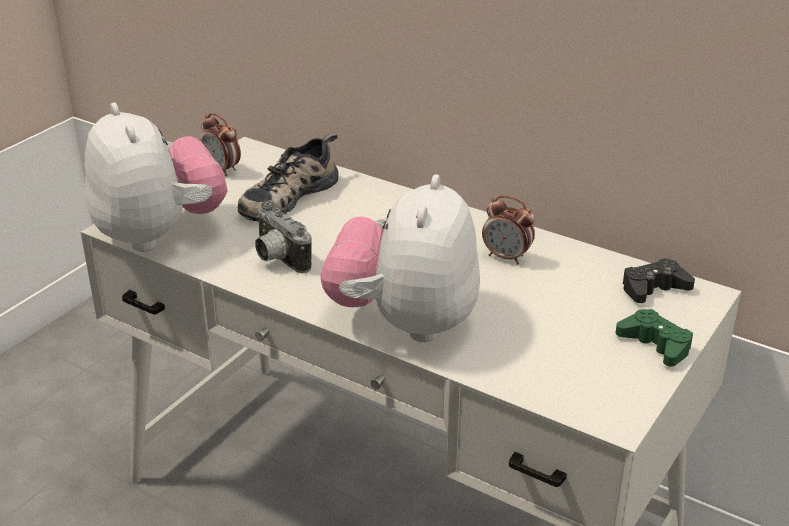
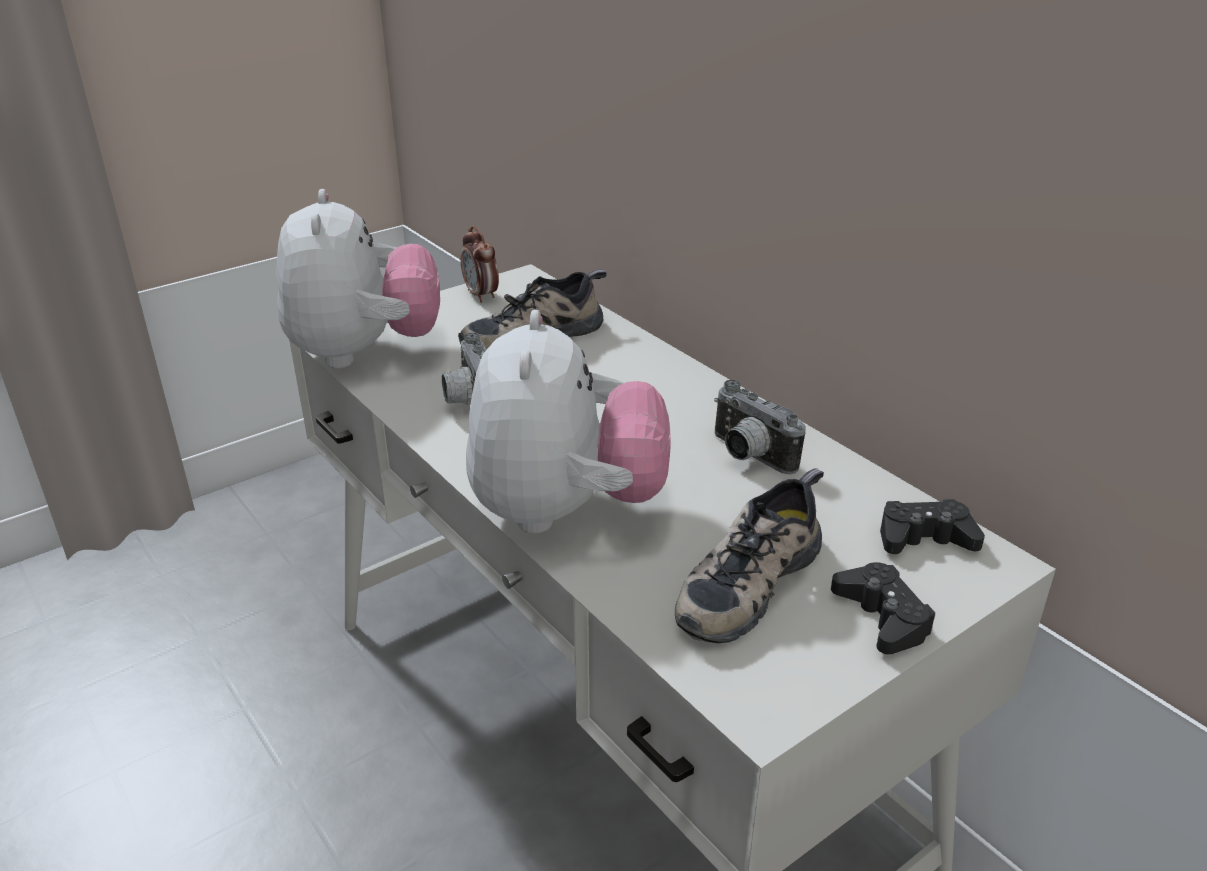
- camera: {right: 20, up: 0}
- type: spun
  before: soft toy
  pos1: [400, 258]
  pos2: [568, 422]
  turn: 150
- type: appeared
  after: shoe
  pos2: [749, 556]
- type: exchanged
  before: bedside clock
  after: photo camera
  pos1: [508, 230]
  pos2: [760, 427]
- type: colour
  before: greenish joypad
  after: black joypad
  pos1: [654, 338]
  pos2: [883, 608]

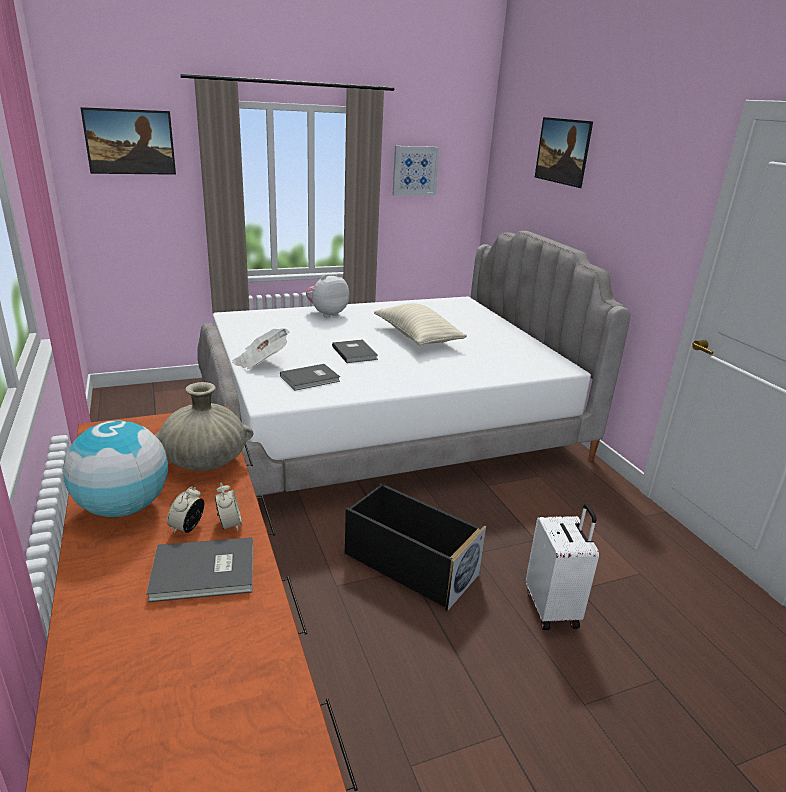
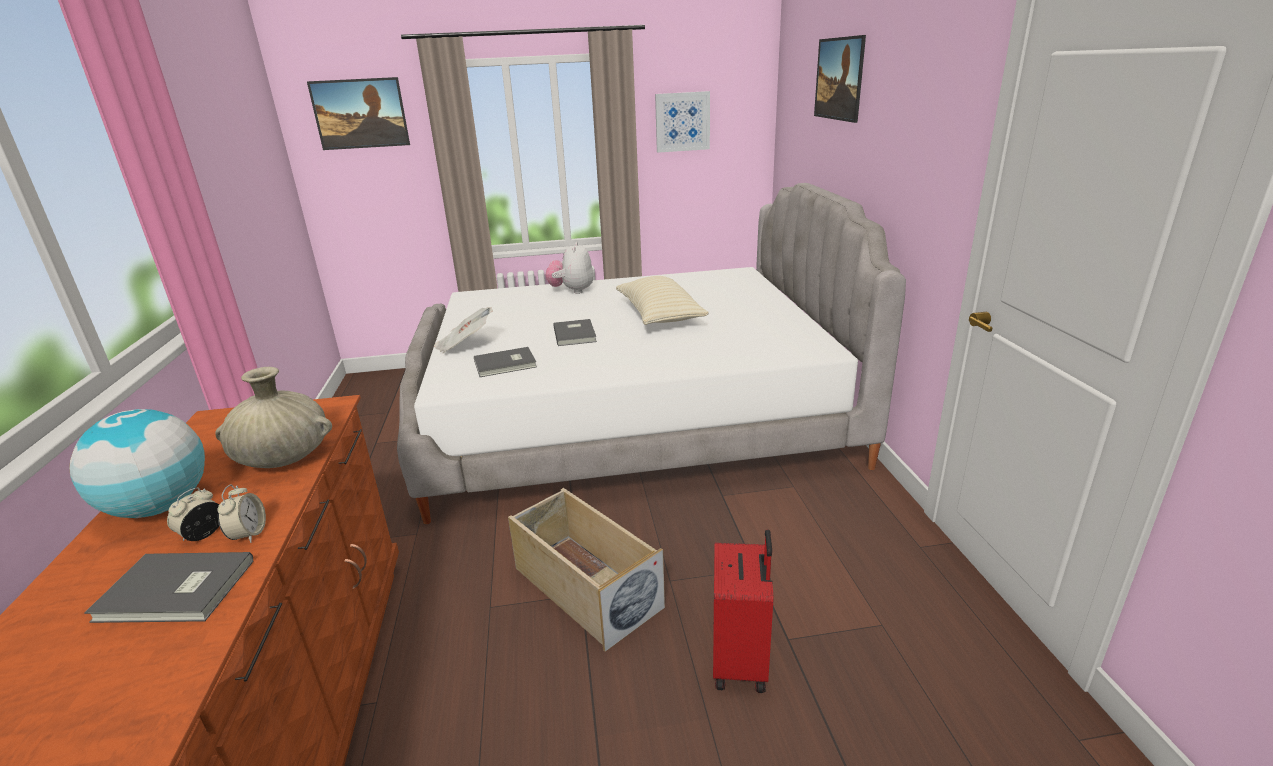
- camera: {right: 15, up: 0}
- type: colour
  before: black storage box
  after: beige-coloured storage box
  pos1: [415, 547]
  pos2: [586, 570]
- type: spun
  before: soft toy
  pos1: [327, 295]
  pos2: [570, 268]
  turn: -60
- type: colour
  before: white suitcase
  after: red-coloured suitcase
  pos1: [562, 567]
  pos2: [743, 611]

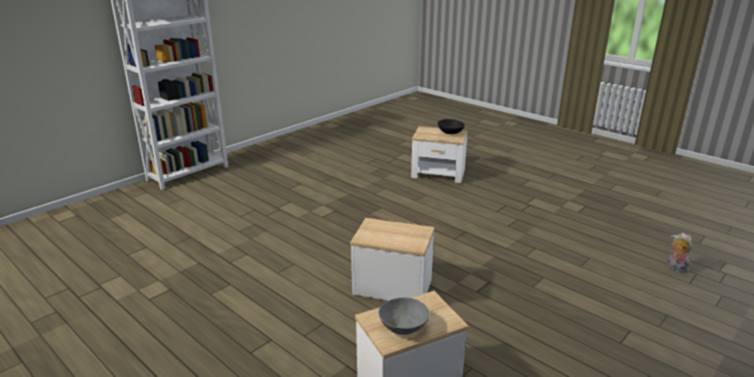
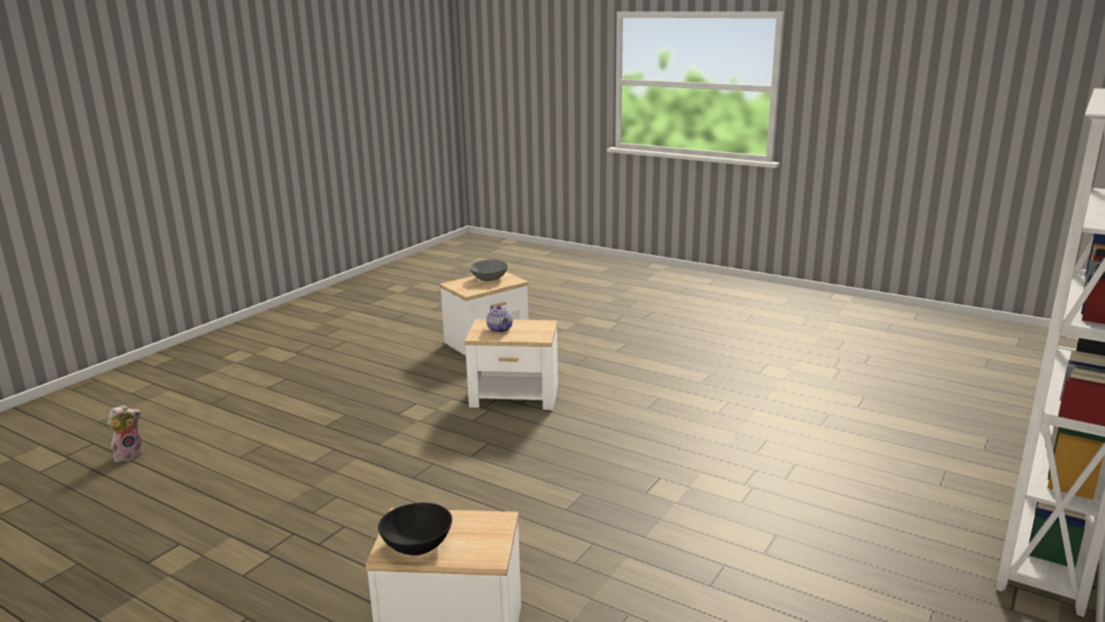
- camera: {right: 170, up: -5}
- type: spun
  before: soft toy
  pos1: [680, 253]
  pos2: [125, 433]
  turn: -90
- type: appeared
  after: pot for tea
  pos2: [499, 319]

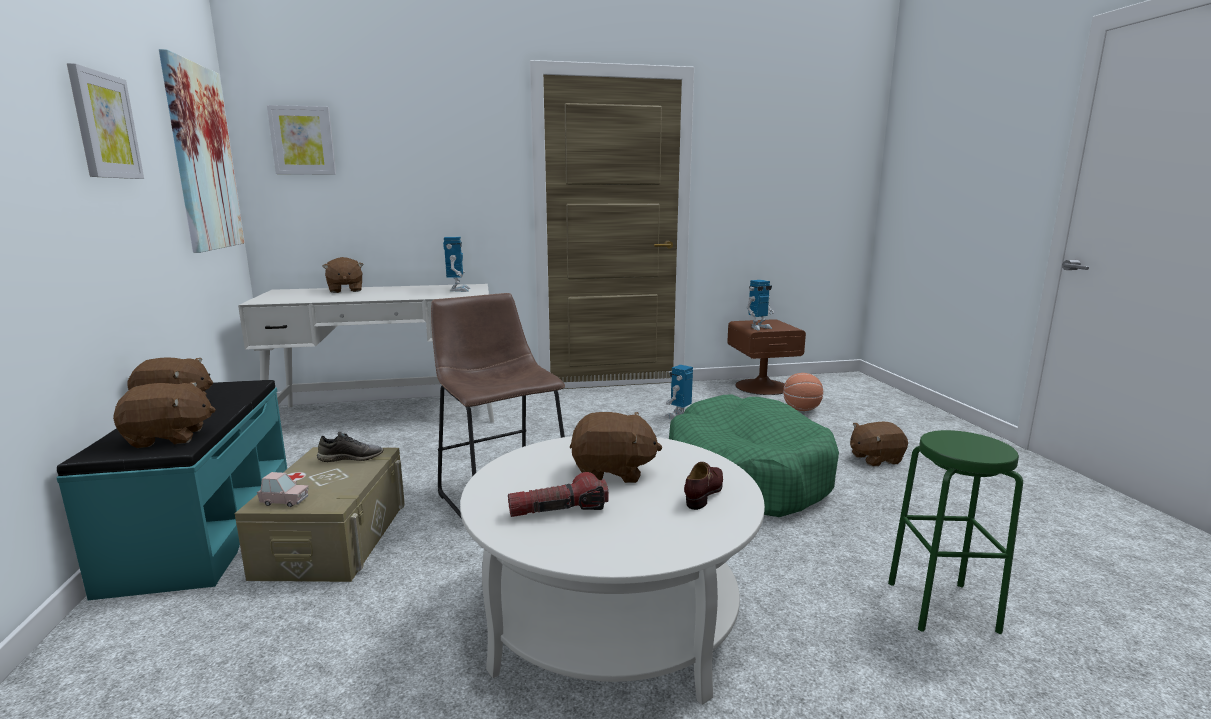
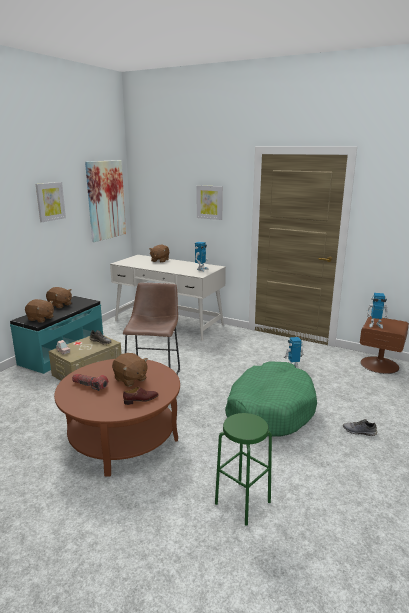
- camera: {right: 40, up: 5}
- type: colour
  before: white low table
  after: brownish low table
  pos1: [612, 570]
  pos2: [117, 418]
- type: relocated
  before: wall art
  pos1: [301, 140]
  pos2: [210, 202]
- type: exchanged
  before: brownish soft toy
  after: greyish shoe
  pos1: [879, 444]
  pos2: [360, 427]
- type: missing
  before: basketball
  pos1: [803, 392]

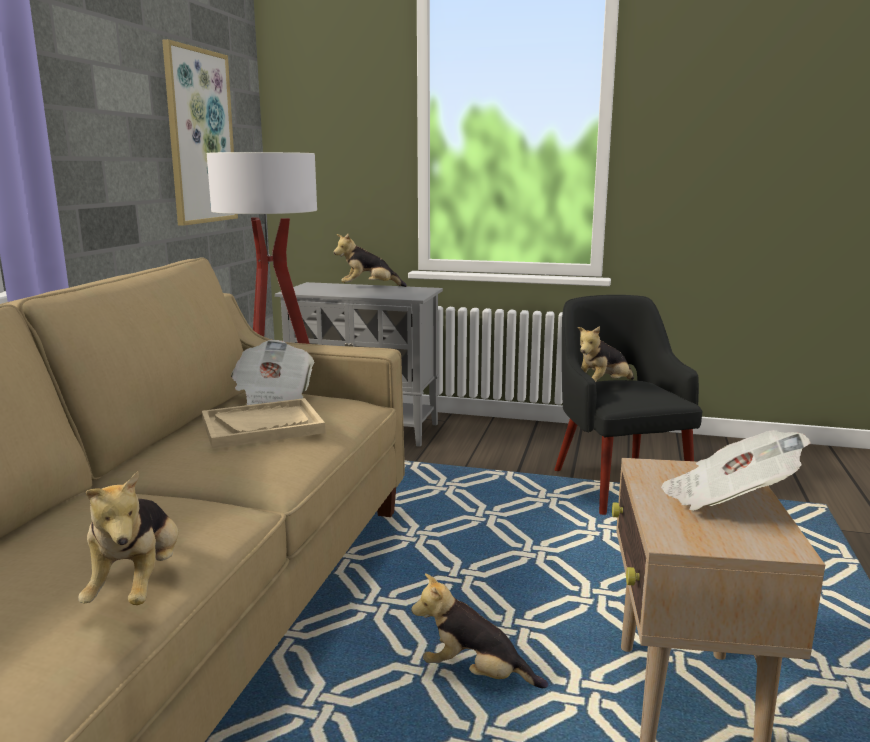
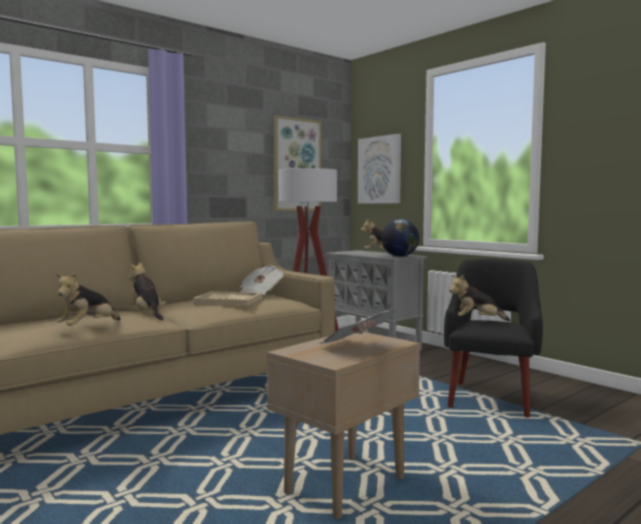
- camera: {right: 35, up: -10}
- type: relocated
  before: soft toy
  pos1: [479, 630]
  pos2: [147, 291]
- type: appeared
  after: wall art
  pos2: [379, 169]
- type: appeared
  after: desk globe
  pos2: [400, 238]

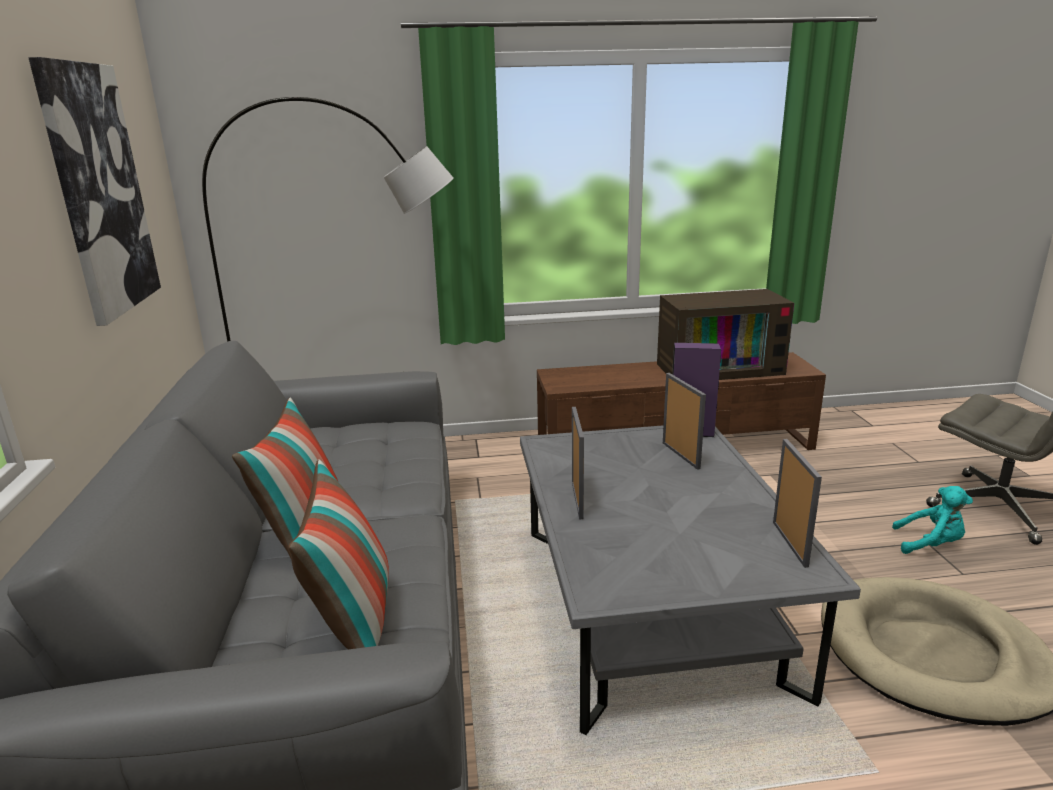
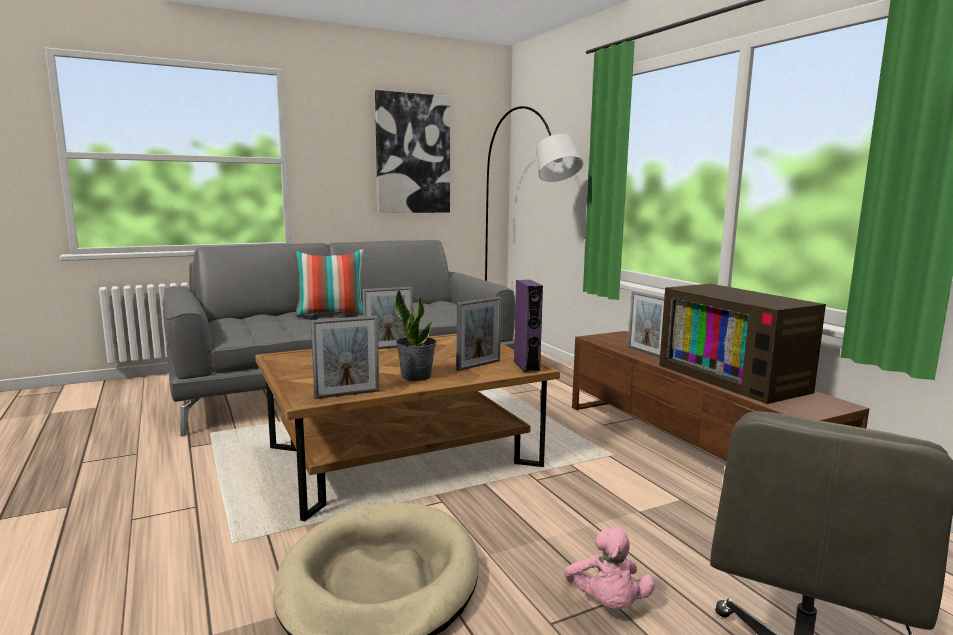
- camera: {right: 70, up: -10}
- type: colour
  before: greyish low table
  after: brownish low table
  pos1: [690, 580]
  pos2: [407, 428]
- type: appeared
  after: houseplant
  pos2: [415, 335]
- type: colour
  before: turquoise-coloured soft toy
  after: pink-coloured soft toy
  pos1: [932, 520]
  pos2: [609, 568]
- type: appeared
  after: photo frame
  pos2: [646, 324]
- type: missing
  before: throw pillow
  pos1: [338, 554]

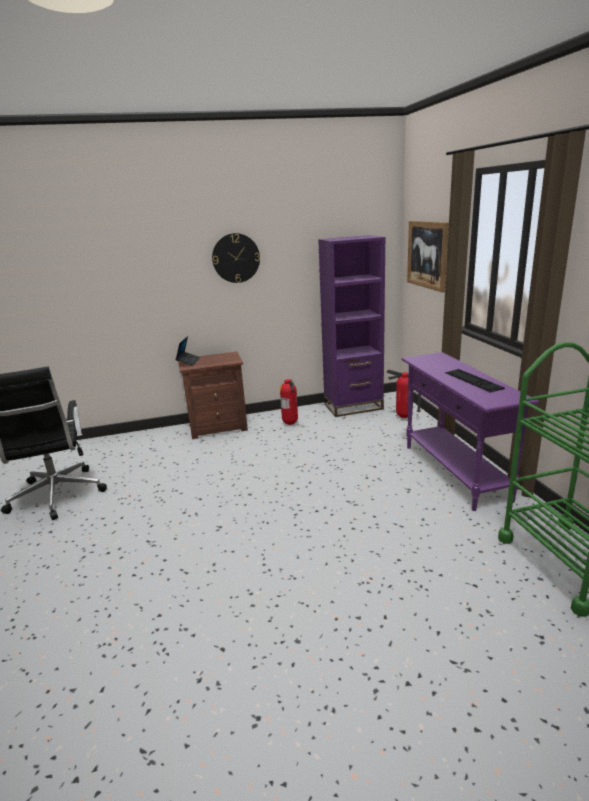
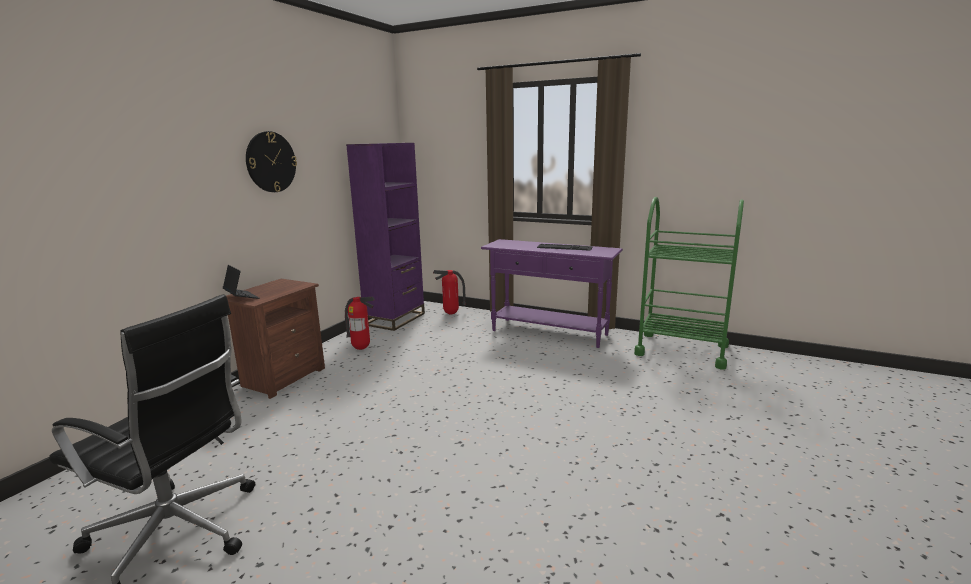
- camera: {right: -50, up: -5}
- type: missing
  before: wall art
  pos1: [428, 257]

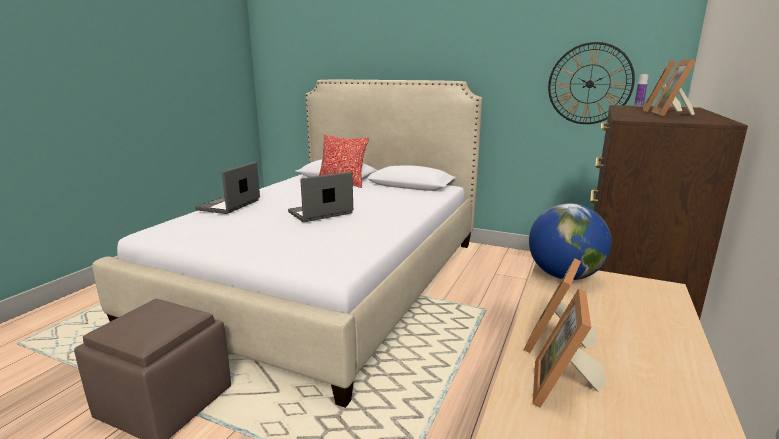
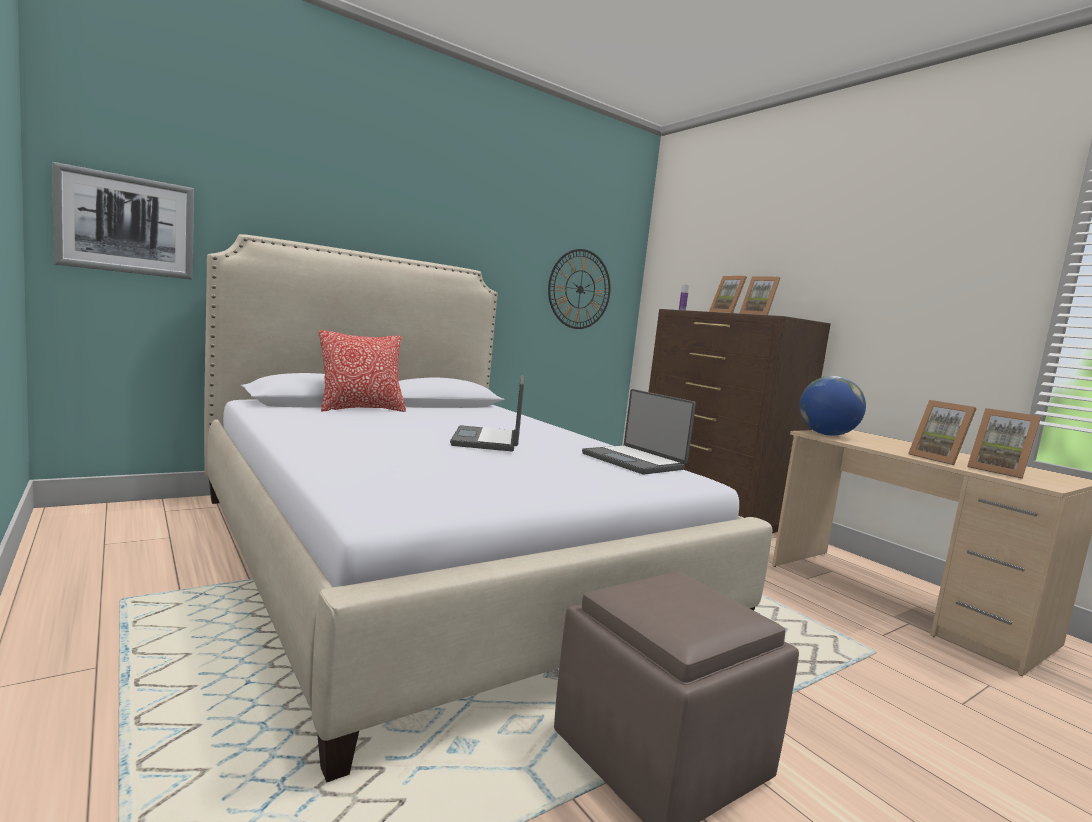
- camera: {right: -60, up: -10}
- type: appeared
  after: wall art
  pos2: [123, 221]
- type: relocated
  before: portable computer
  pos1: [227, 188]
  pos2: [639, 432]

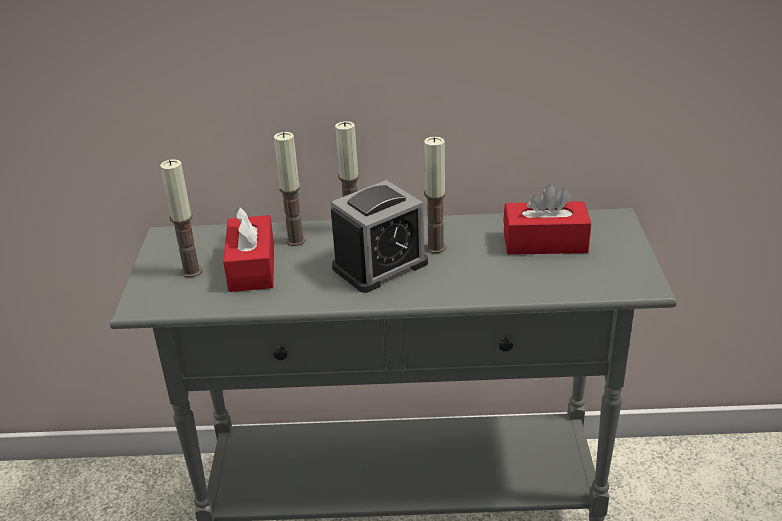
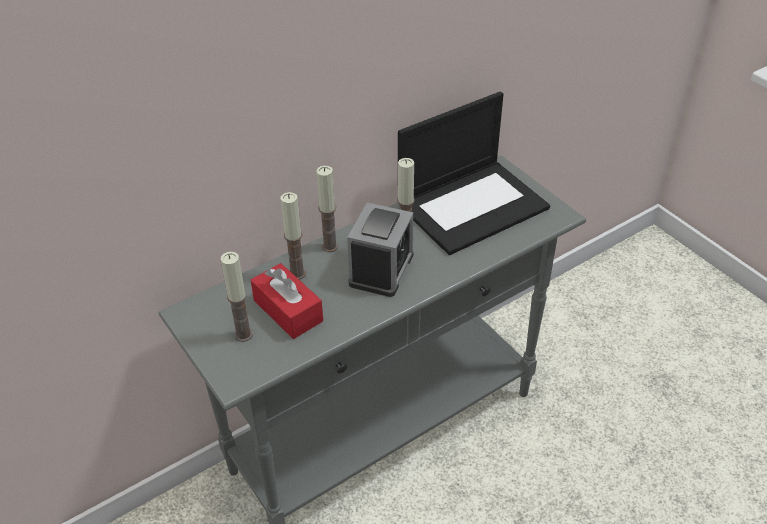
- camera: {right: -35, up: 10}
- type: exchanged
  before: red-coloured box of tissues
  after: portable computer
  pos1: [547, 219]
  pos2: [474, 173]

